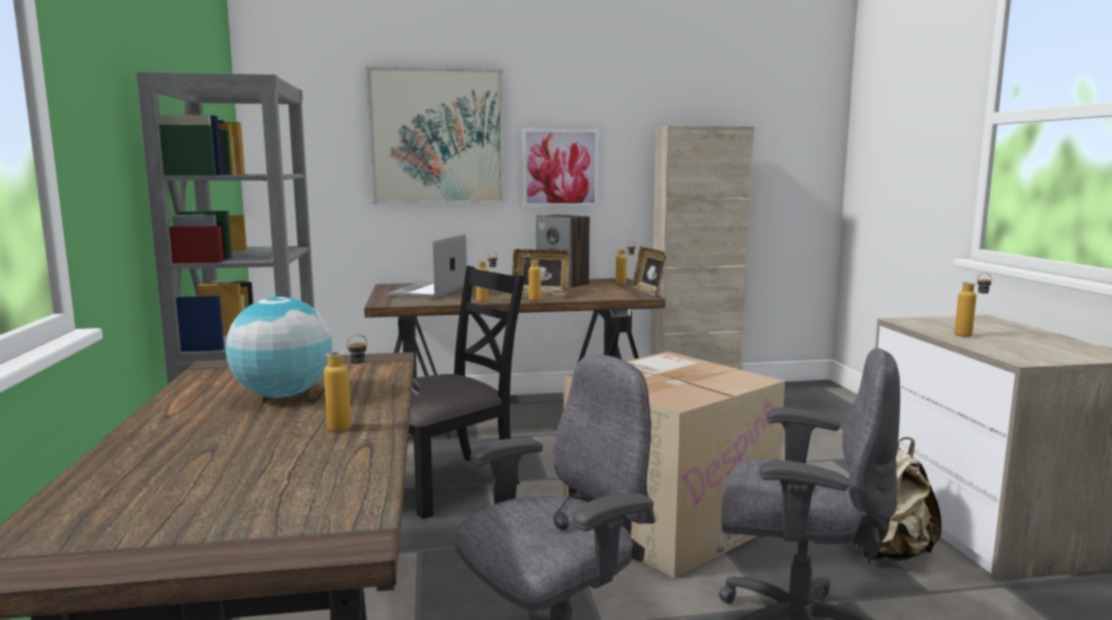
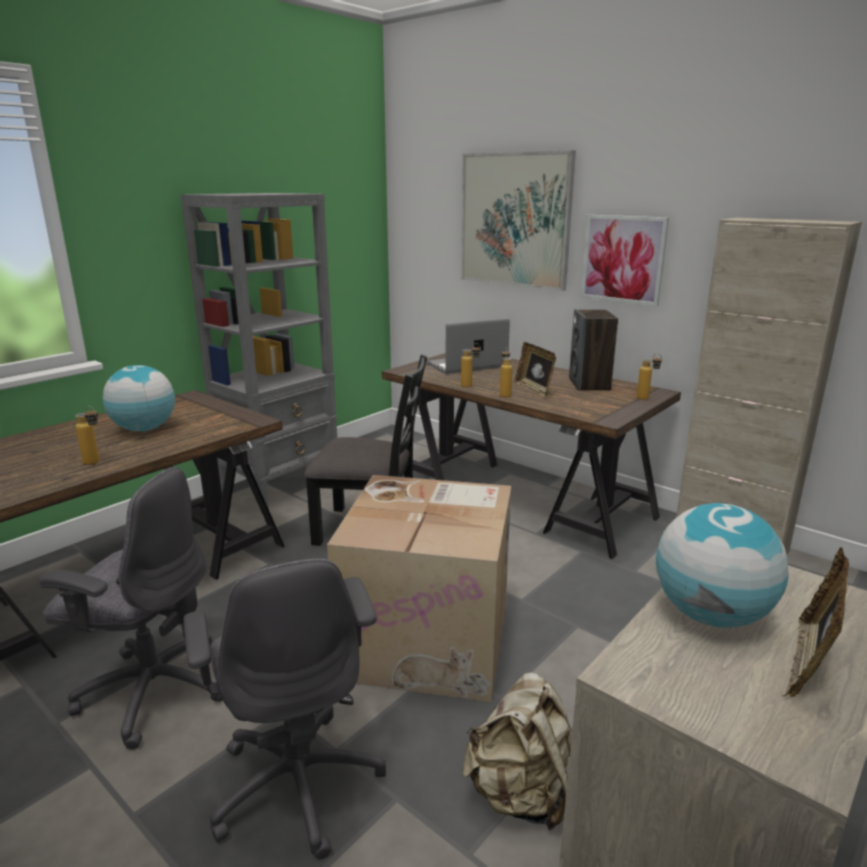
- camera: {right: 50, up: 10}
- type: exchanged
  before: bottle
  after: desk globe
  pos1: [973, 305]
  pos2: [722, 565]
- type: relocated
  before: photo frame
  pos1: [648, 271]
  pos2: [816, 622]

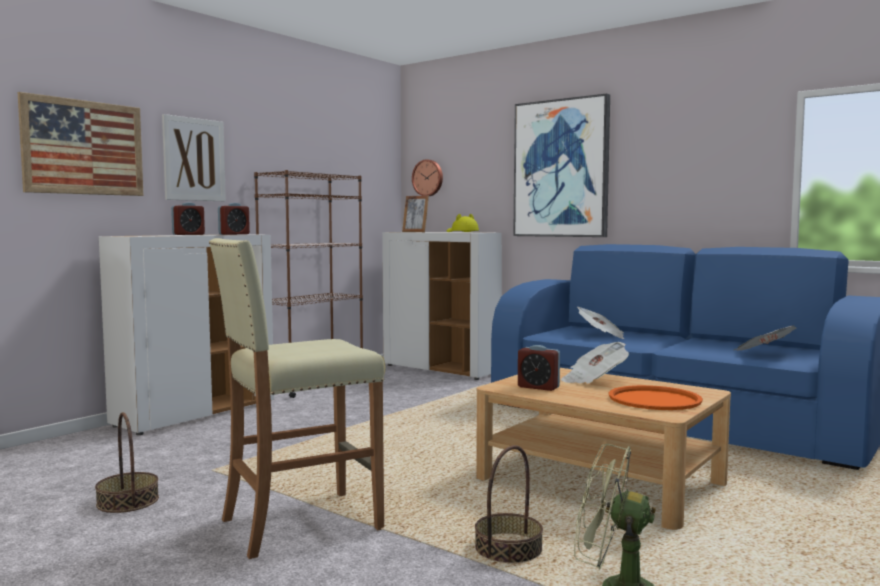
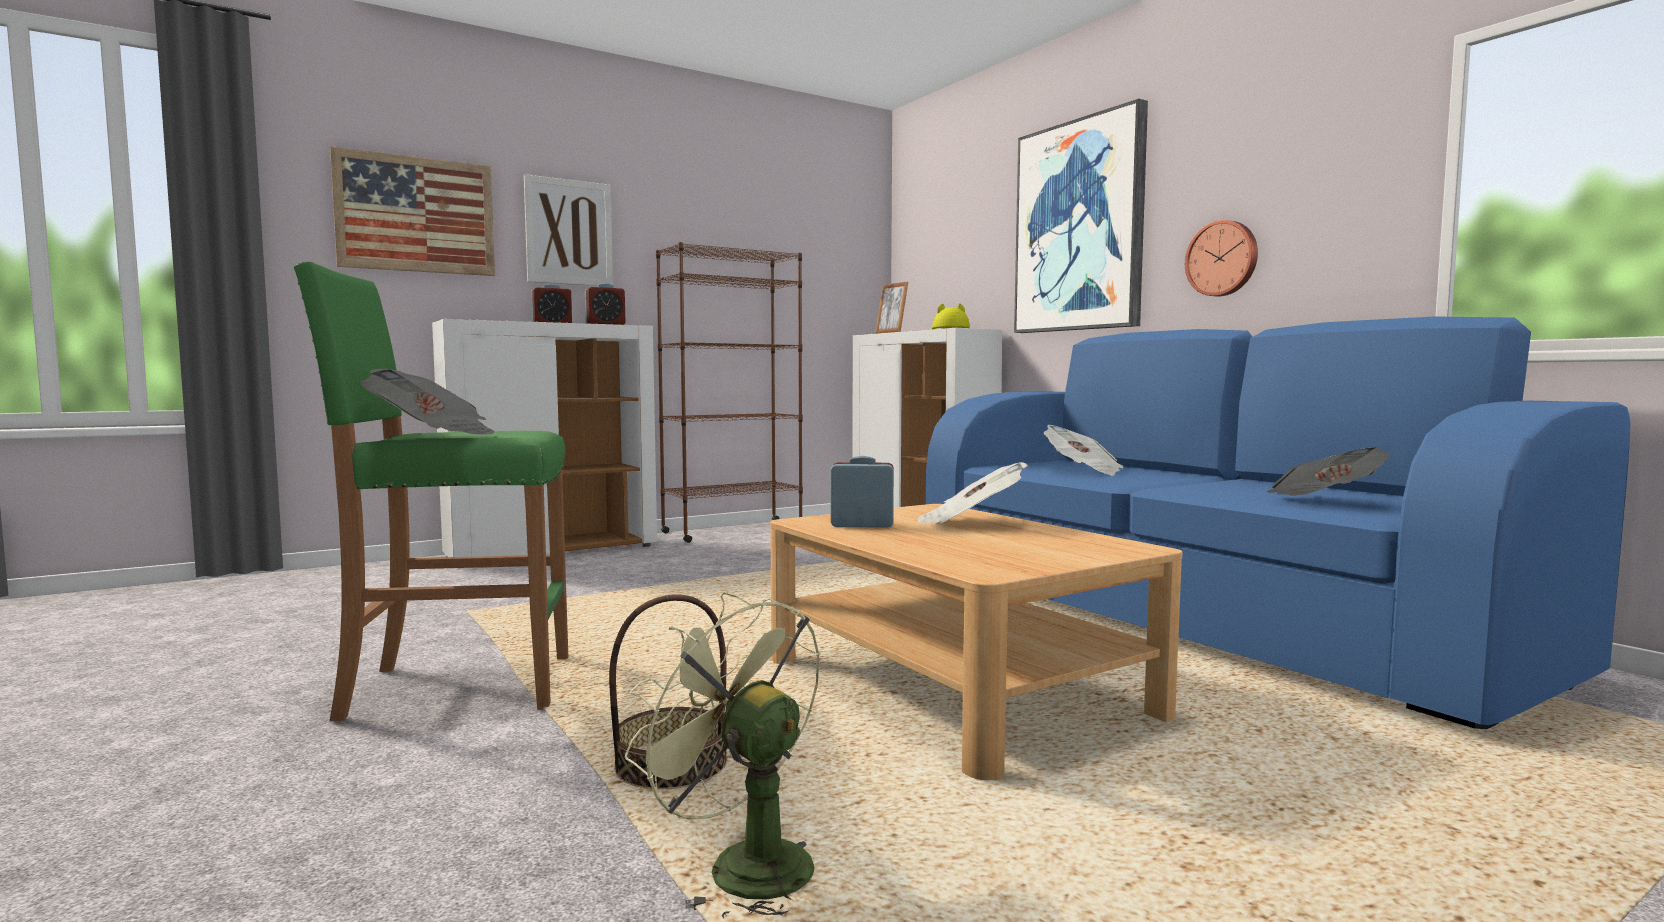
- camera: {right: 20, up: 0}
- type: colour
  before: beige-coloured sitting stool
  after: greenish sitting stool
  pos1: [297, 398]
  pos2: [431, 492]
- type: appeared
  after: newspaper
  pos2: [428, 401]
- type: spun
  before: bedside clock
  pos1: [539, 368]
  pos2: [862, 492]
  turn: 135
- type: relocated
  before: hanging clock
  pos1: [427, 177]
  pos2: [1221, 258]
- type: missing
  before: household basket
  pos1: [127, 462]
- type: missing
  before: orange-coloured carrying tray
  pos1: [656, 397]

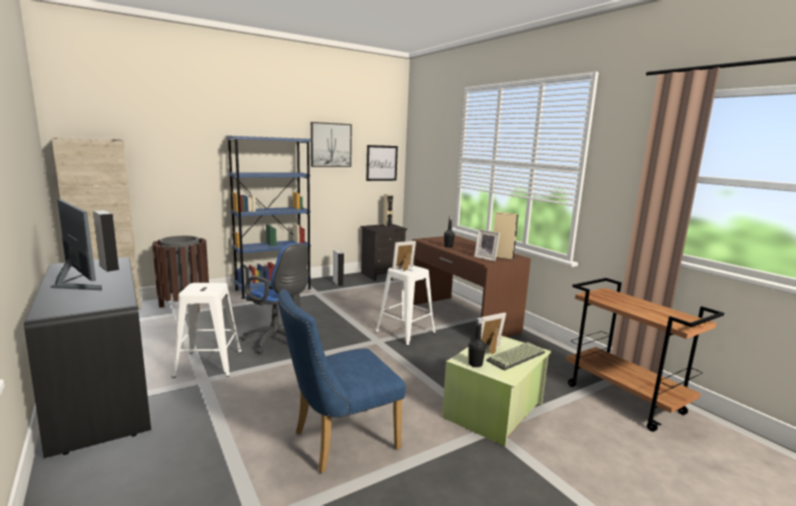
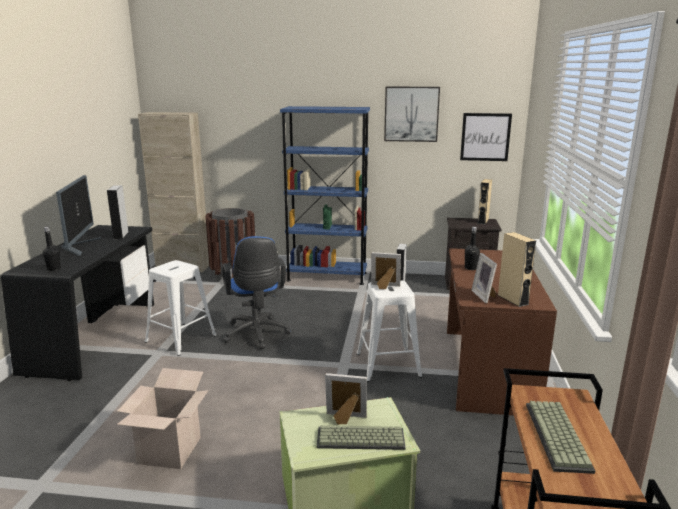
- camera: {right: 40, up: 5}
- type: relocated
  before: black bottle
  pos1: [477, 342]
  pos2: [52, 249]
- type: exchanged
  before: blue-coloured plain chair
  after: carton
  pos1: [342, 381]
  pos2: [162, 418]
- type: appeared
  after: computer keyboard
  pos2: [560, 437]

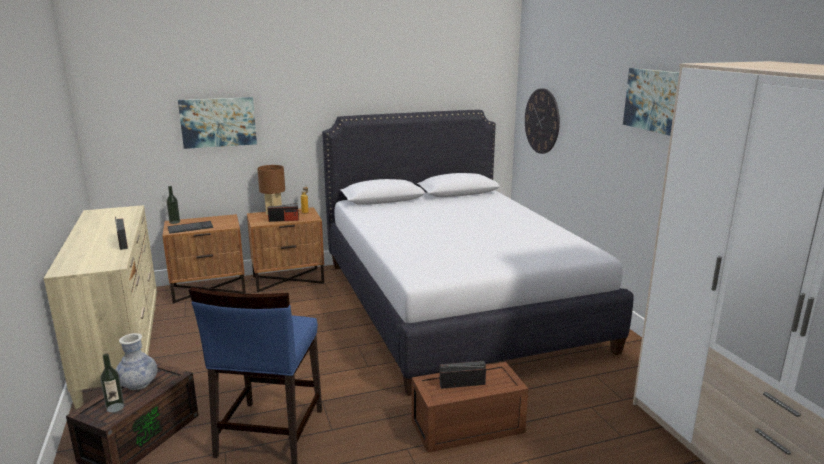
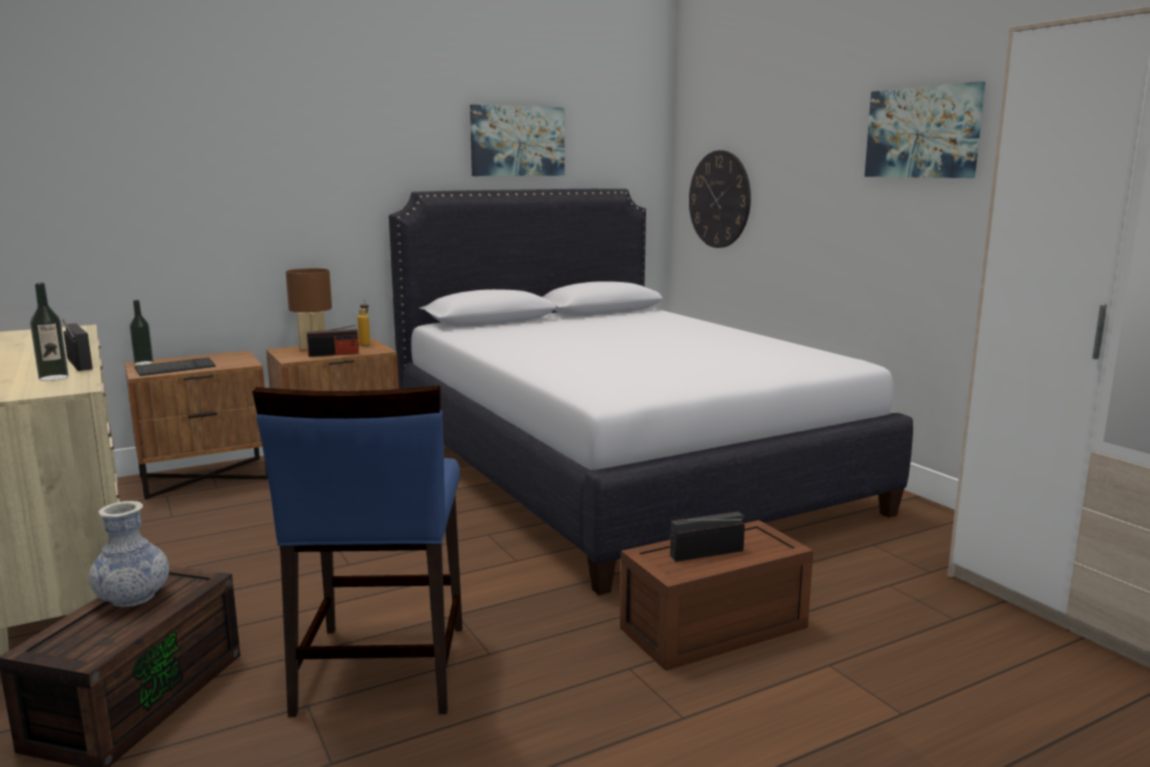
- camera: {right: -10, up: -5}
- type: relocated
  before: bottle
  pos1: [112, 383]
  pos2: [49, 332]
- type: relocated
  before: wall art
  pos1: [217, 123]
  pos2: [517, 140]

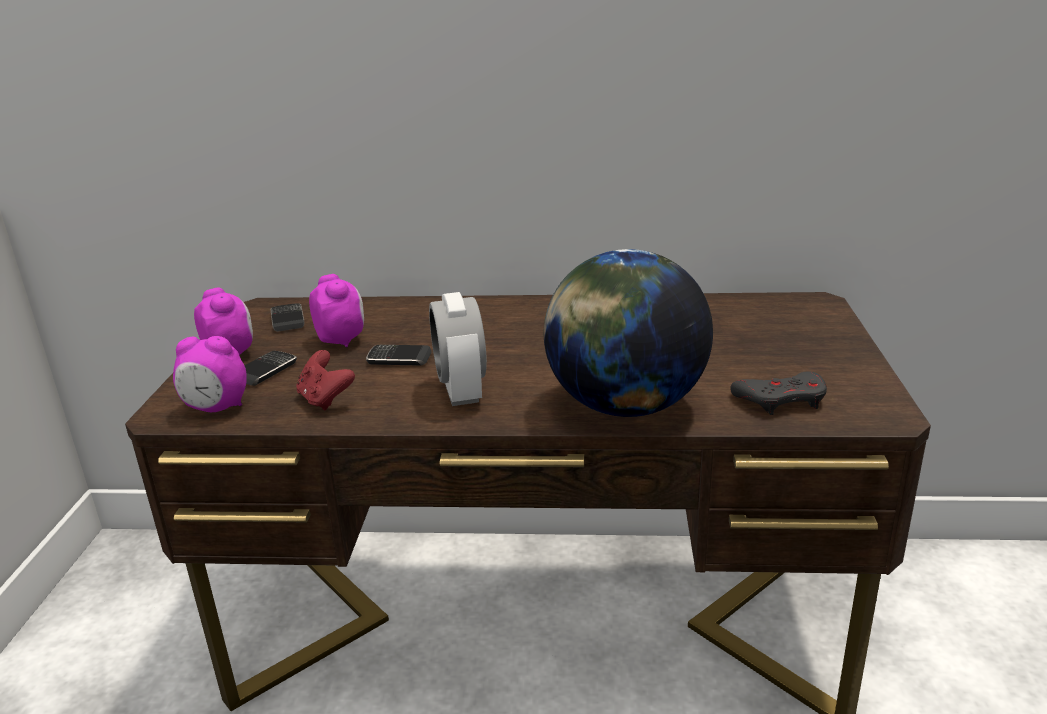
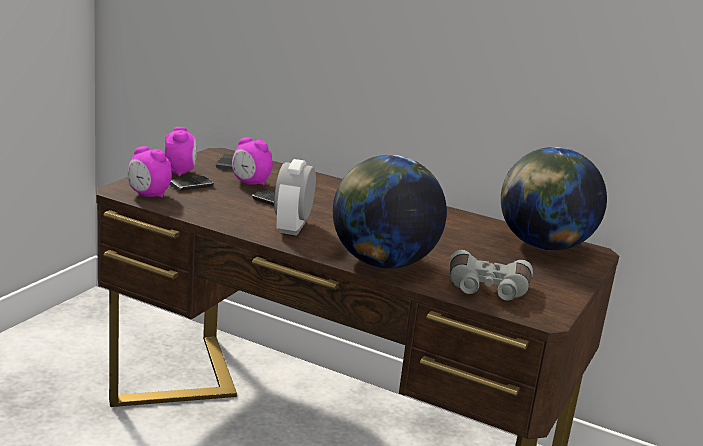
- camera: {right: 20, up: -5}
- type: spun
  before: bedside clock
  pos1: [336, 311]
  pos2: [252, 161]
  turn: 120
- type: exchanged
  before: greyish joypad
  after: greyish binoculars
  pos1: [778, 393]
  pos2: [491, 275]
- type: appeared
  after: desk globe
  pos2: [554, 199]
- type: missing
  before: red-coloured joypad
  pos1: [325, 380]

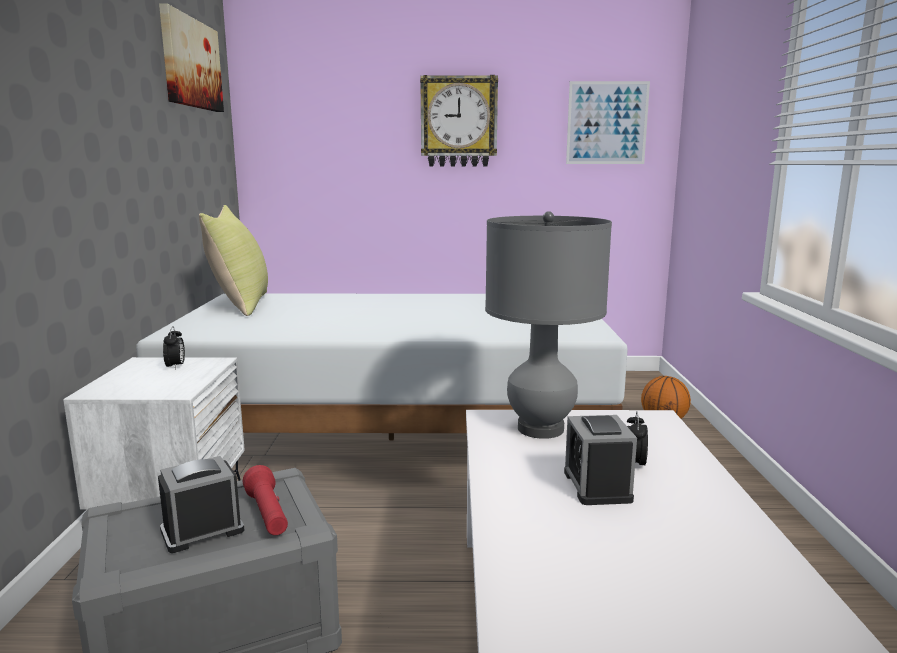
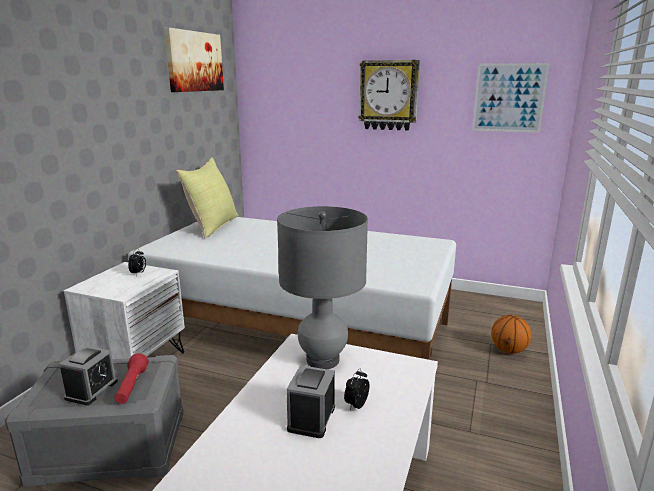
- camera: {right: 20, up: 5}
- type: spun
  before: bedside clock
  pos1: [201, 504]
  pos2: [88, 375]
  turn: 120

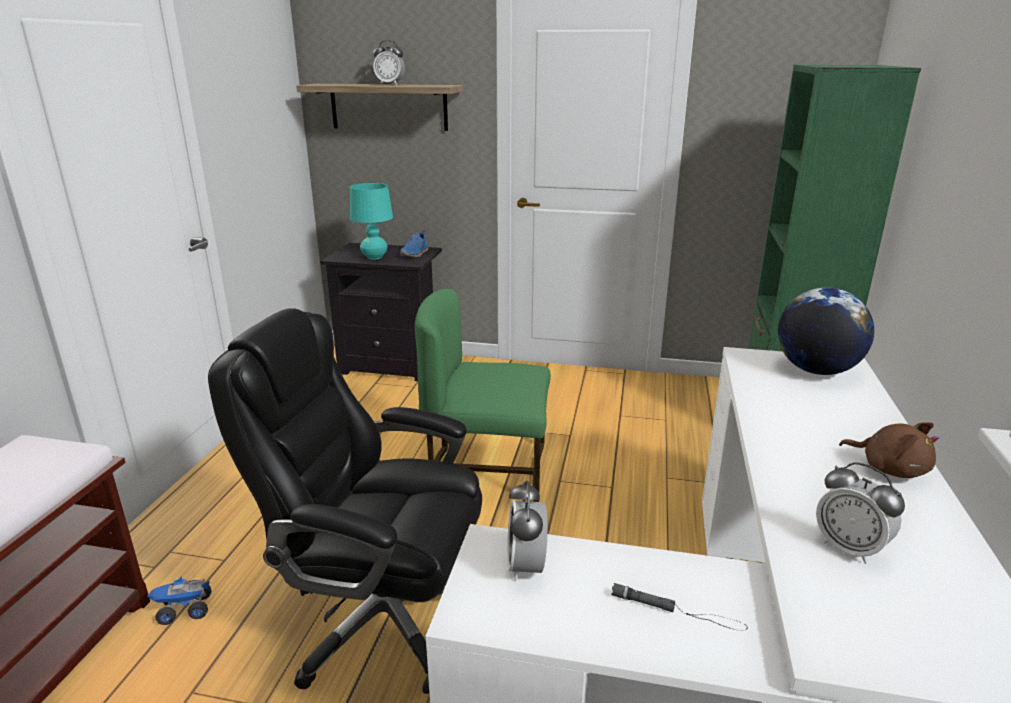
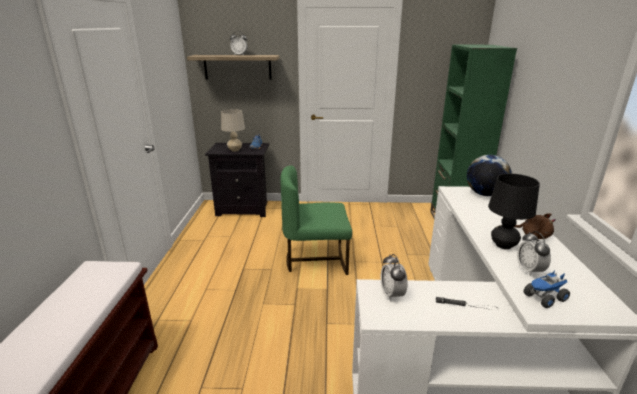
- camera: {right: -10, up: 0}
- type: colour
  before: turquoise-coloured tabletop lamp
  after: beige-coloured tabletop lamp
  pos1: [371, 221]
  pos2: [233, 130]
- type: appeared
  after: black tabletop lamp
  pos2: [514, 211]
- type: spun
  before: bedside clock
  pos1: [860, 513]
  pos2: [534, 253]
  turn: 45
- type: relocated
  before: model truck
  pos1: [179, 600]
  pos2: [547, 289]
- type: missing
  before: black office chair
  pos1: [345, 501]

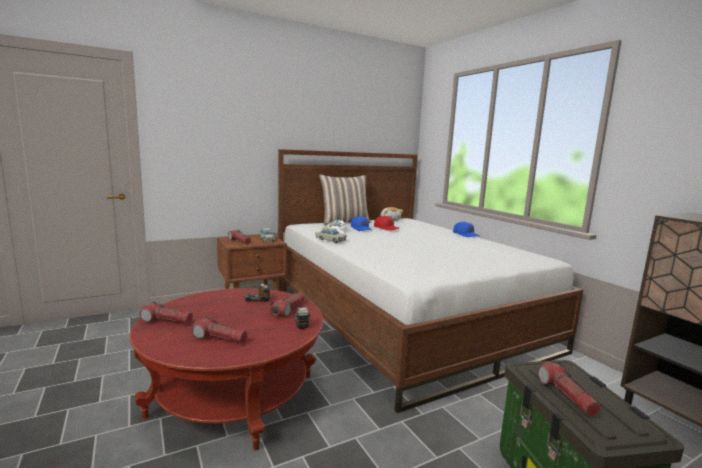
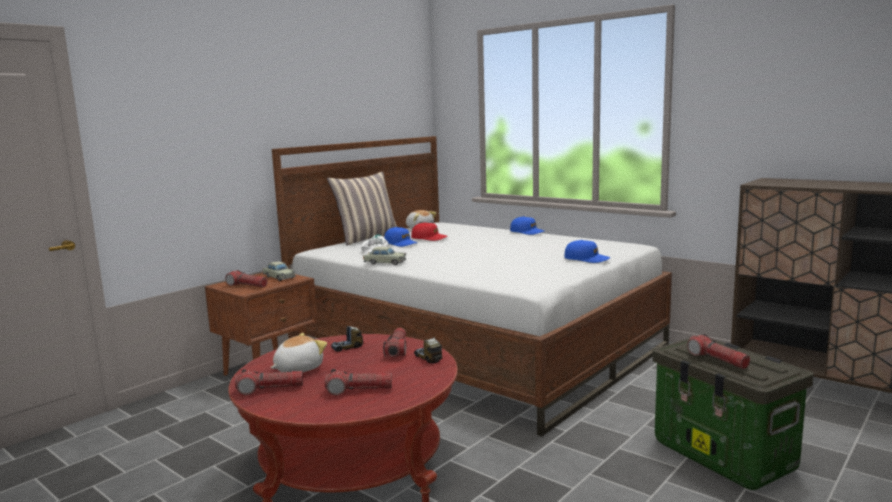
- camera: {right: -20, up: 0}
- type: appeared
  after: soft toy
  pos2: [299, 352]
- type: appeared
  after: blue-coloured peaked cap
  pos2: [587, 251]

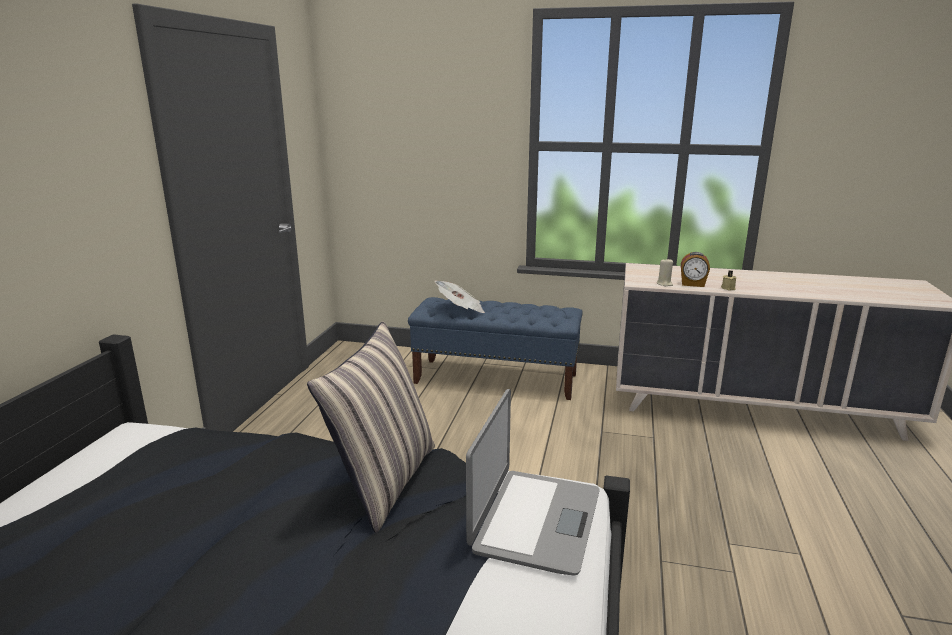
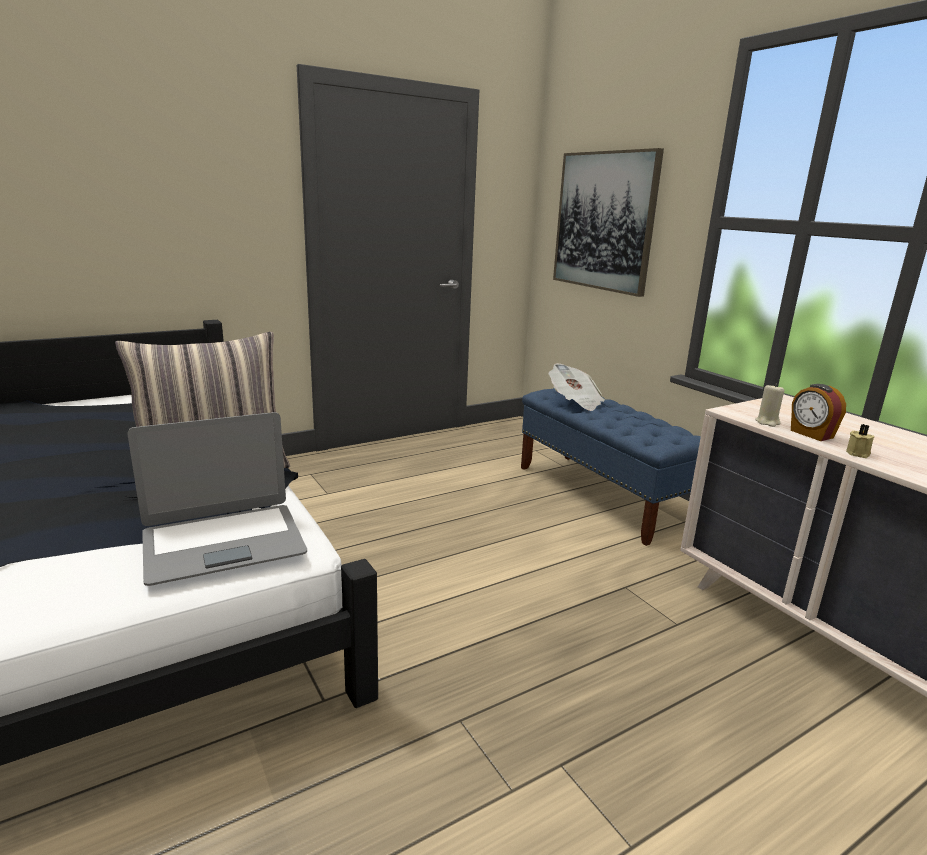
- camera: {right: 45, up: 0}
- type: appeared
  after: wall art
  pos2: [608, 222]

